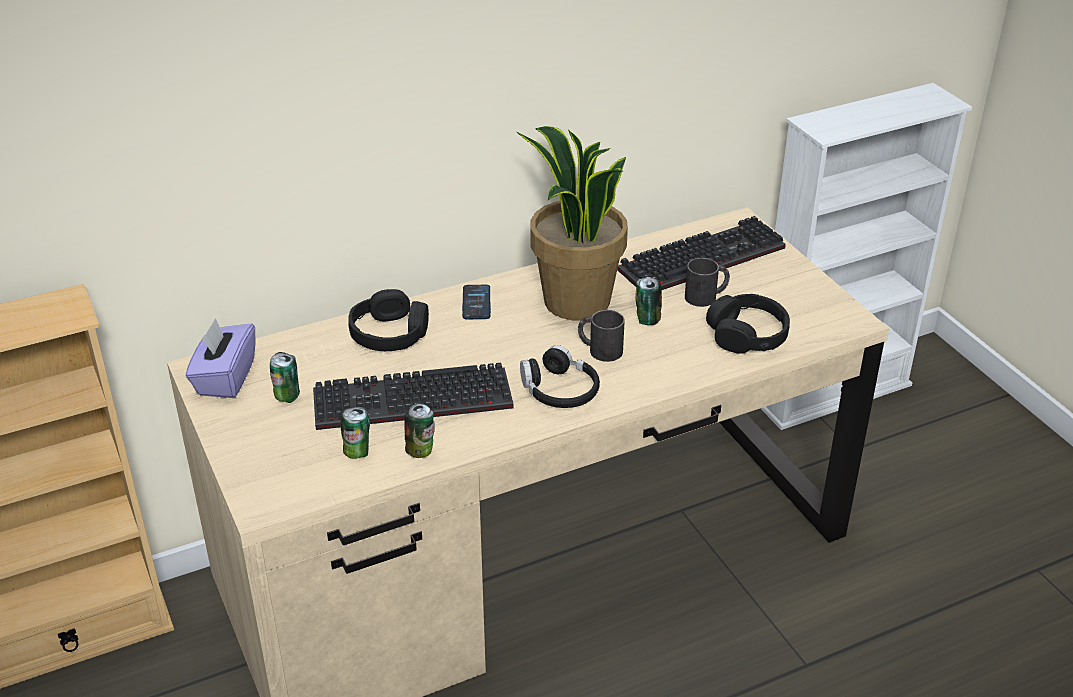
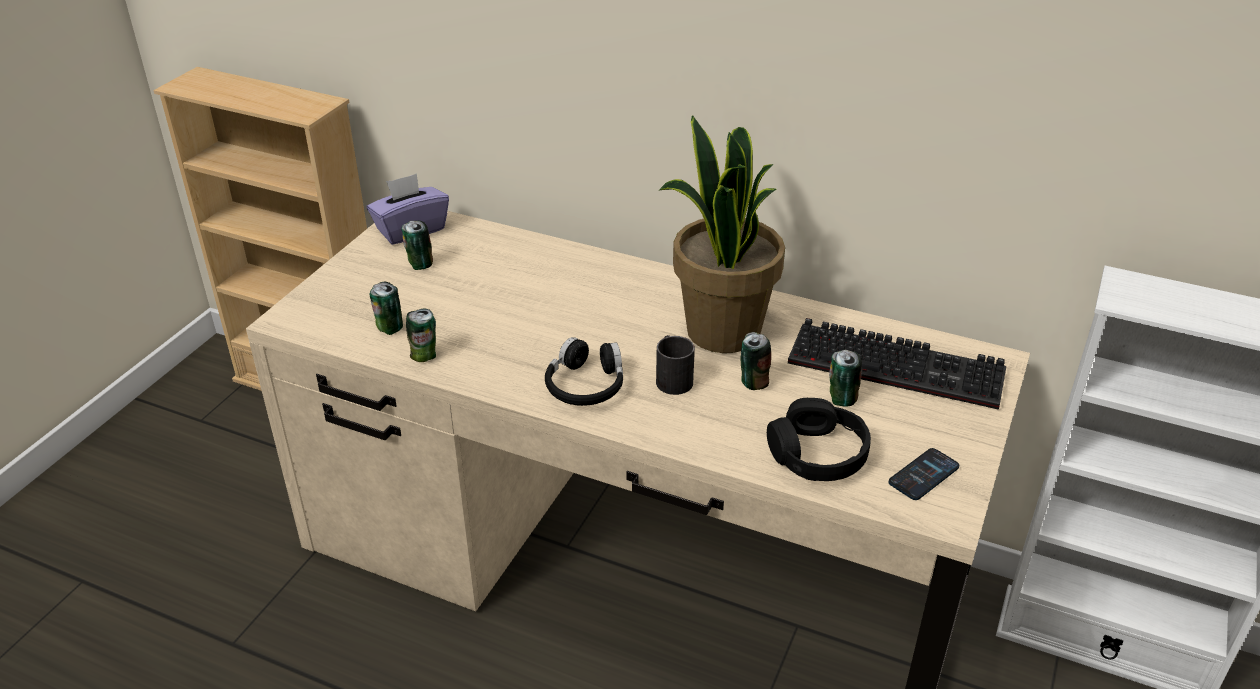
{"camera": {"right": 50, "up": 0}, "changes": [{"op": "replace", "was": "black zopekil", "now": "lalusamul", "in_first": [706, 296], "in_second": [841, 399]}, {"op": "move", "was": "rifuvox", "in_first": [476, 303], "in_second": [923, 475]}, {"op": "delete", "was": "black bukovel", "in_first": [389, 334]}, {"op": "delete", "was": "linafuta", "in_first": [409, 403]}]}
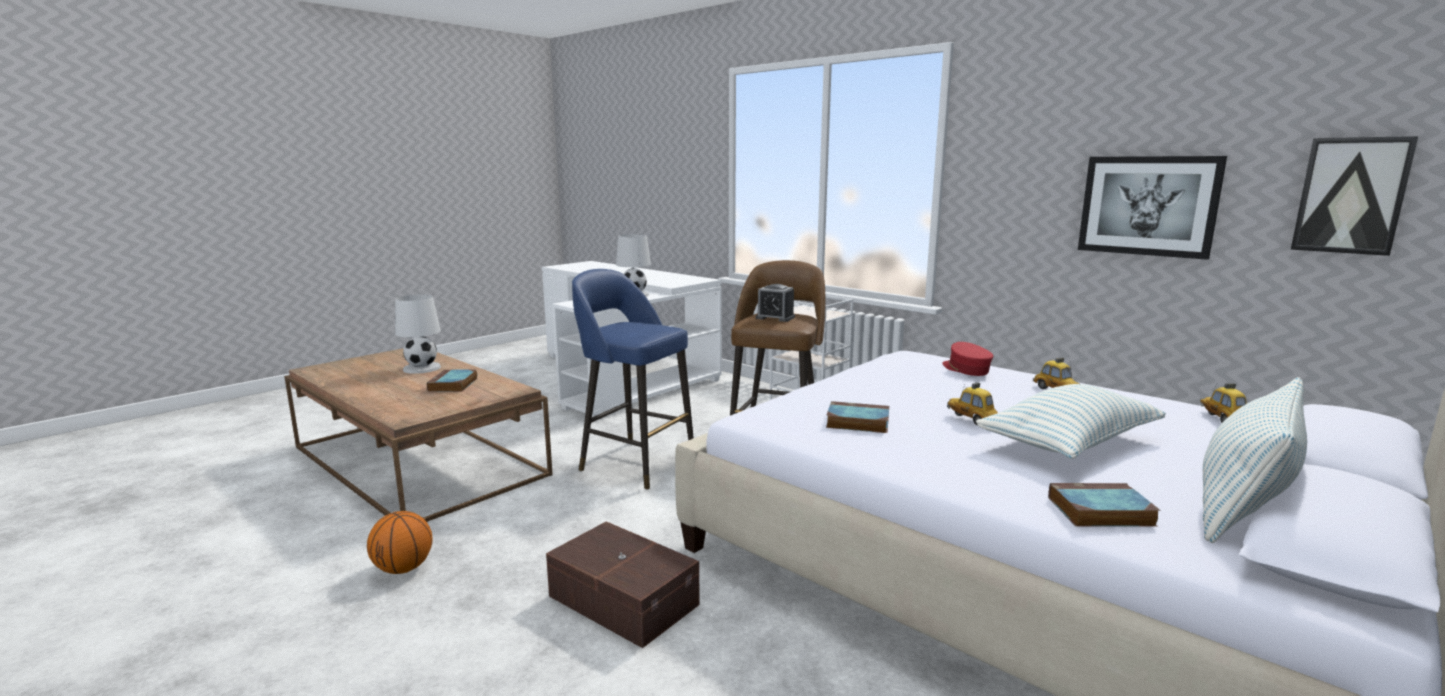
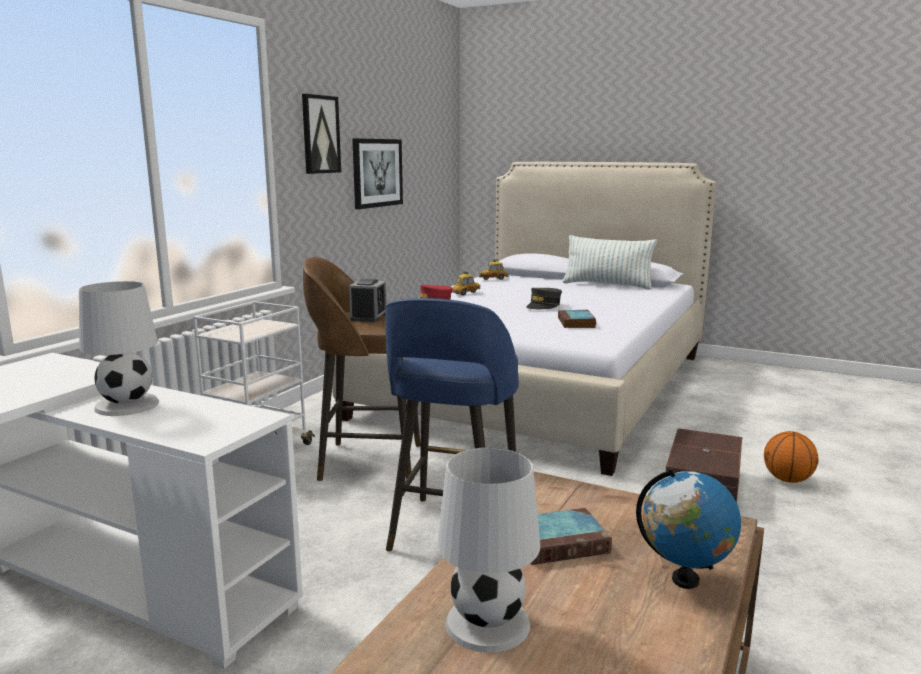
{"camera": {"right": -105, "up": 0}, "changes": [{"op": "move", "was": "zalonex", "in_first": [1351, 195], "in_second": [320, 134]}, {"op": "replace", "was": "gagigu", "now": "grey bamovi", "in_first": [972, 420], "in_second": [543, 305]}, {"op": "delete", "was": "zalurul", "in_first": [1068, 444]}, {"op": "delete", "was": "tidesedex", "in_first": [1099, 512]}, {"op": "move", "was": "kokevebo", "in_first": [403, 568], "in_second": [787, 480]}, {"op": "insert", "now": "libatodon", "in_second": [685, 580]}]}
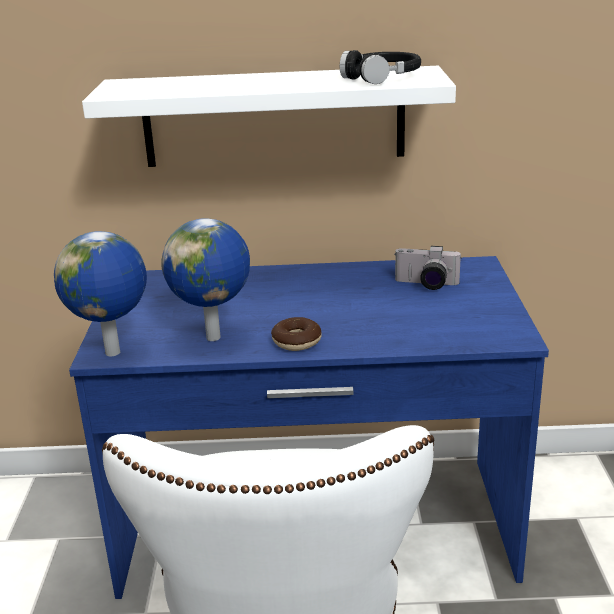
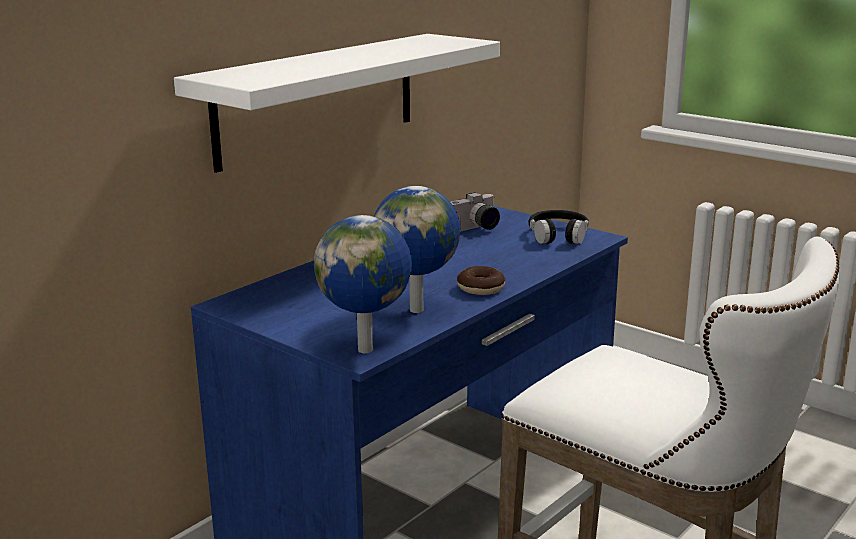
{"camera": {"right": -50, "up": -5}, "changes": [{"op": "move", "was": "black bukovel", "in_first": [382, 77], "in_second": [558, 235]}]}
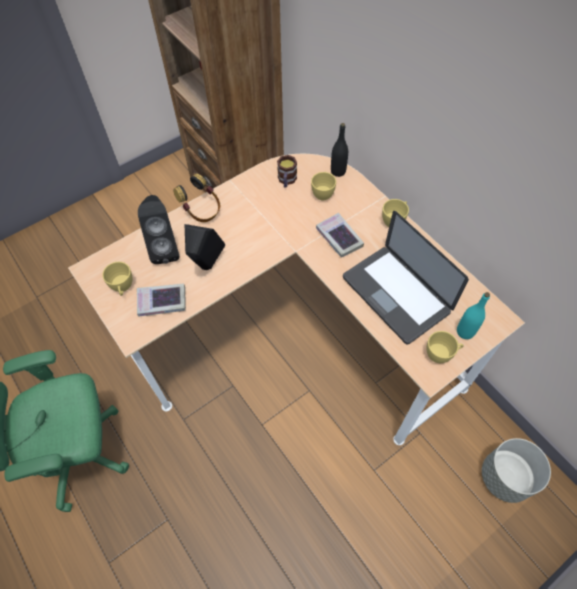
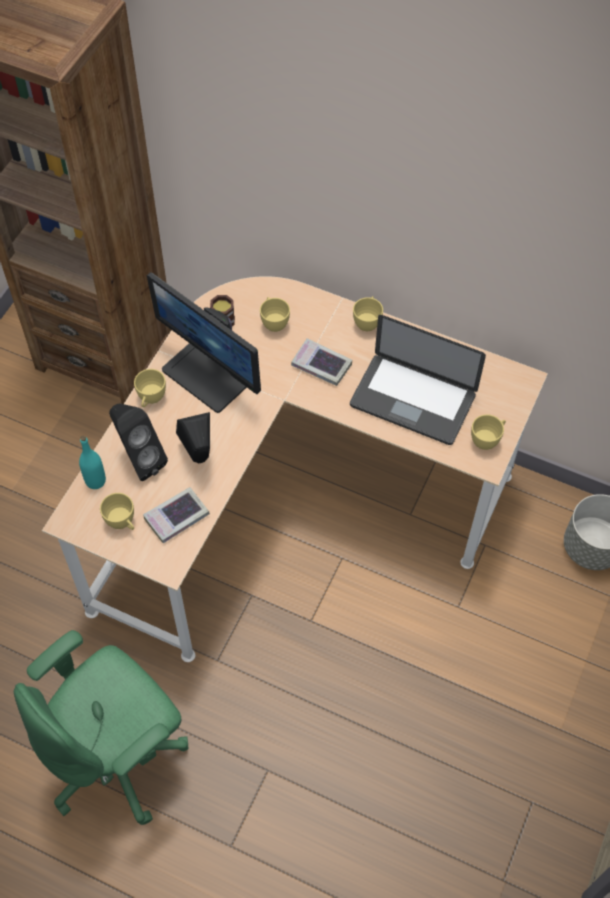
{"camera": {"right": -30, "up": 0}, "changes": [{"op": "delete", "was": "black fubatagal", "in_first": [338, 171]}, {"op": "replace", "was": "bukovel", "now": "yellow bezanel", "in_first": [201, 210], "in_second": [151, 399]}, {"op": "move", "was": "turquoise fubatagal", "in_first": [465, 332], "in_second": [95, 481]}, {"op": "insert", "now": "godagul", "in_second": [208, 375]}]}
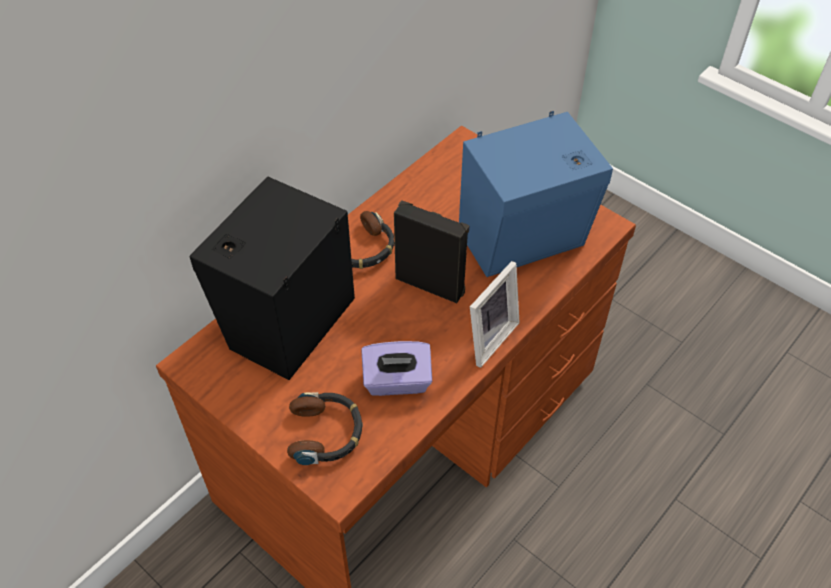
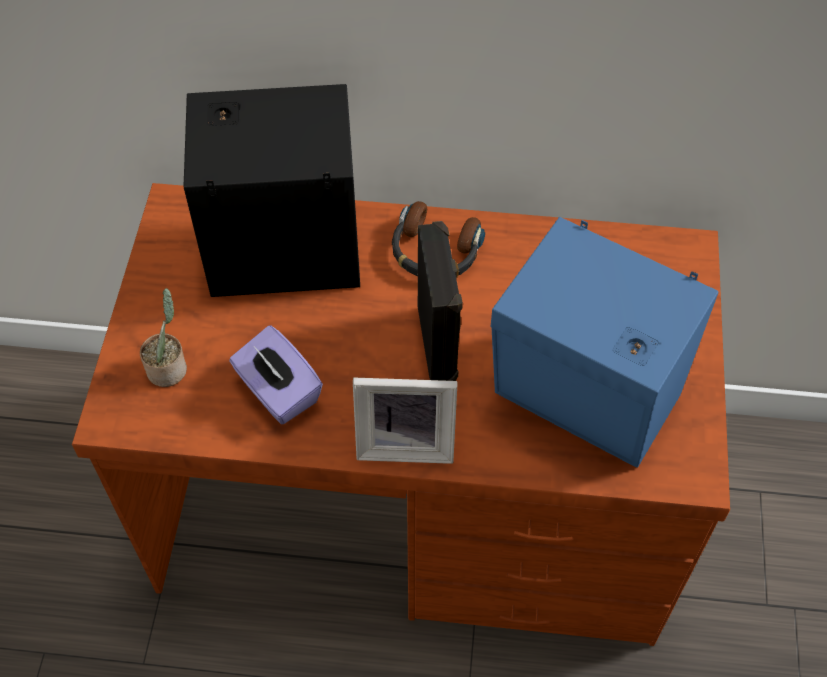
{"camera": {"right": 55, "up": 5}, "changes": [{"op": "replace", "was": "bukovel", "now": "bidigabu", "in_first": [326, 433], "in_second": [169, 368]}]}
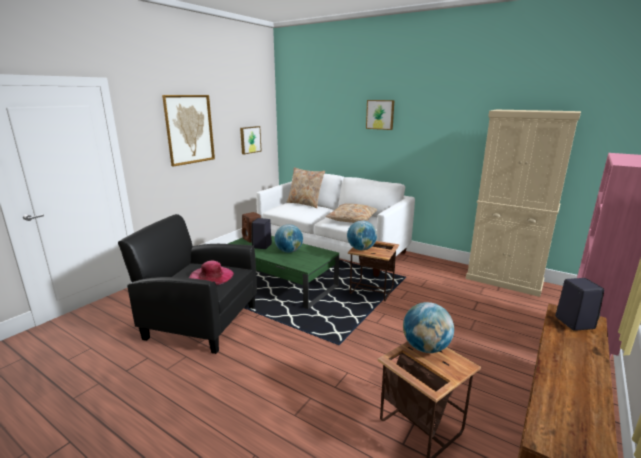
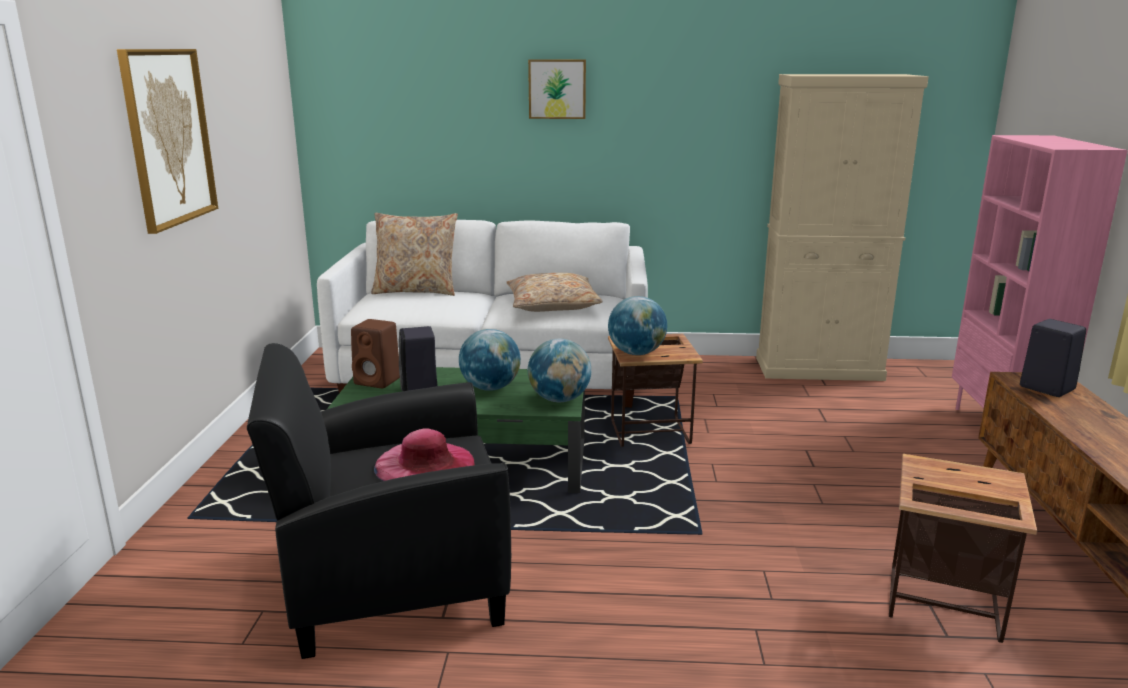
{"camera": {"right": -30, "up": 0}, "changes": [{"op": "delete", "was": "zalonex", "in_first": [250, 139]}, {"op": "move", "was": "libatodon", "in_first": [425, 348], "in_second": [559, 400]}]}
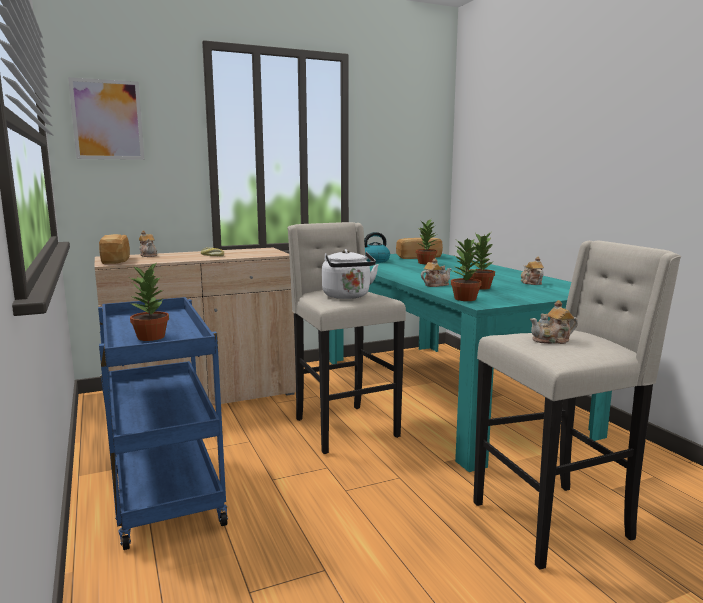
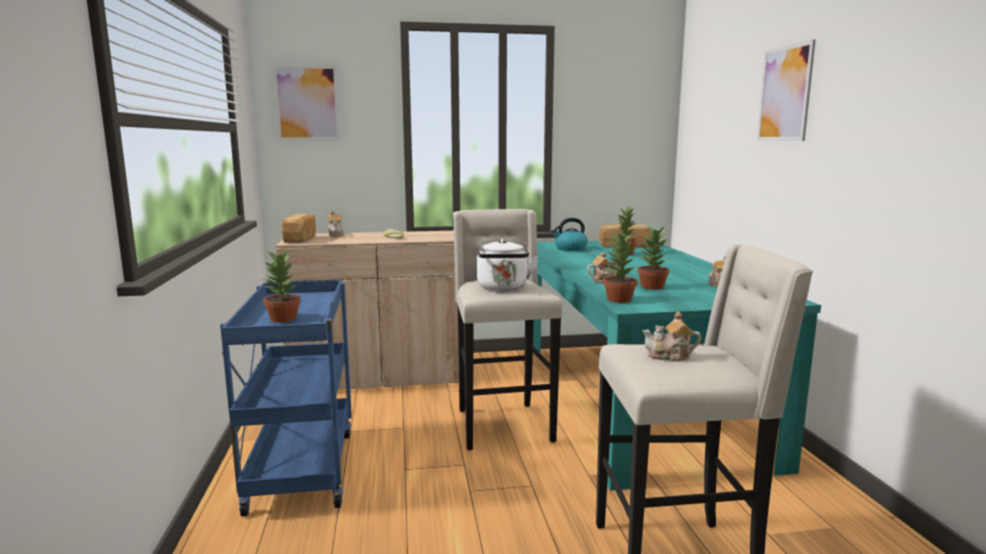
{"camera": {"right": 15, "up": 0}, "changes": [{"op": "insert", "now": "zalonex", "in_second": [785, 94]}]}
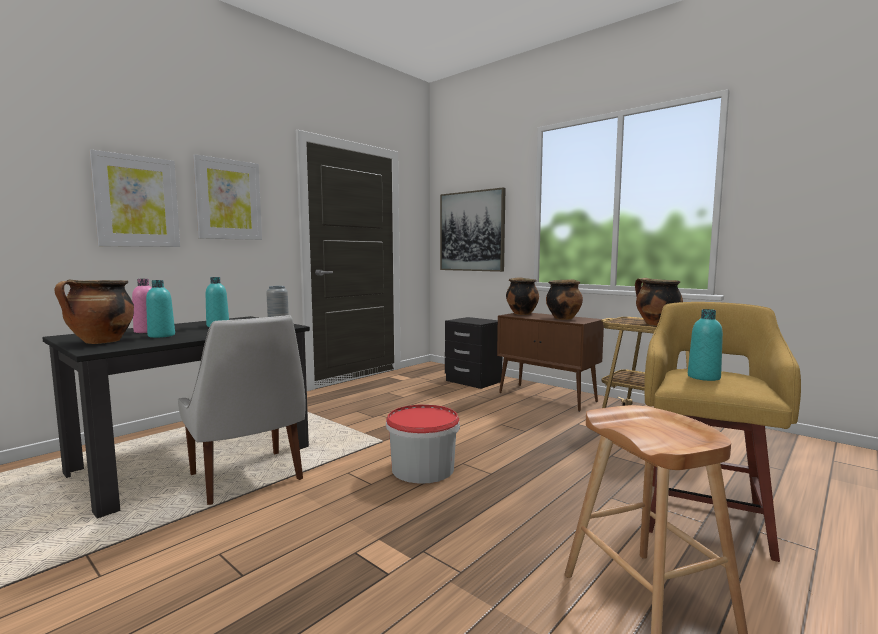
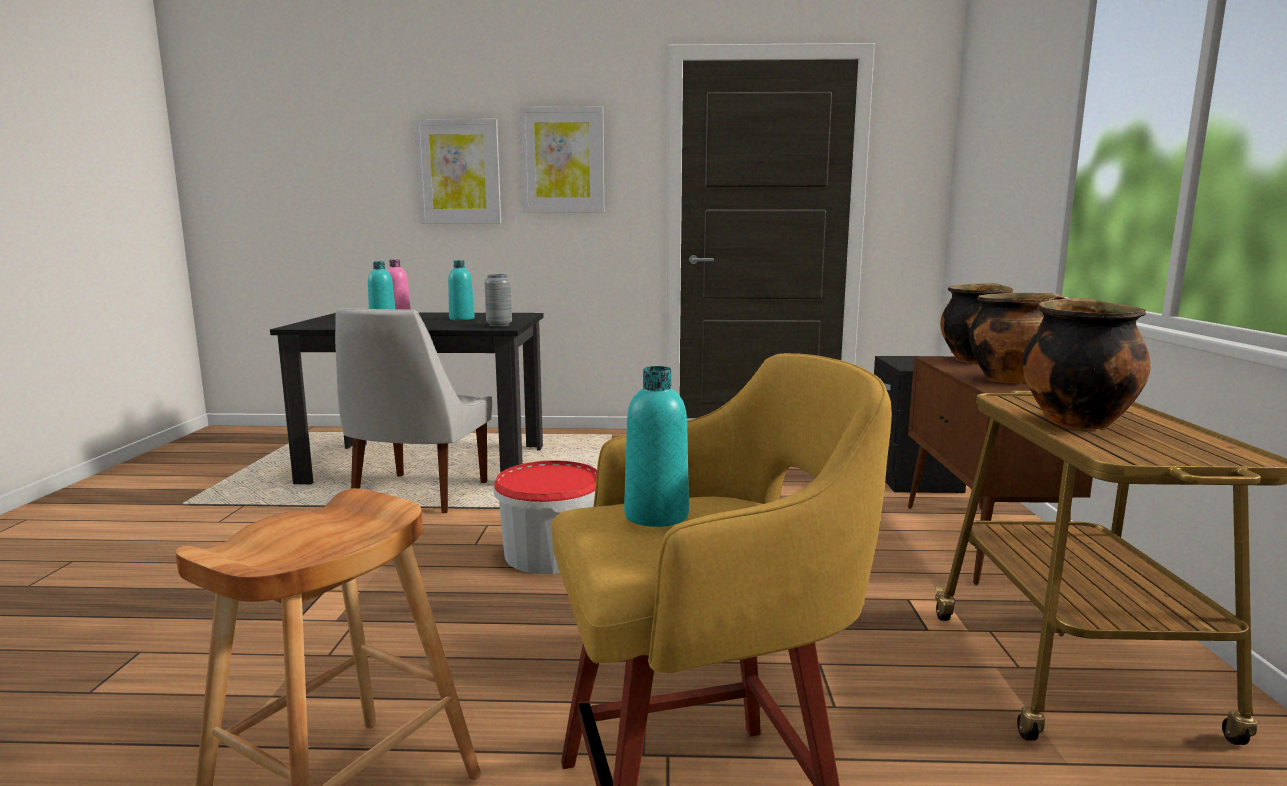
{"camera": {"right": 50, "up": 5}, "changes": [{"op": "delete", "was": "zalonex", "in_first": [472, 231]}, {"op": "delete", "was": "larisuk", "in_first": [101, 342]}]}
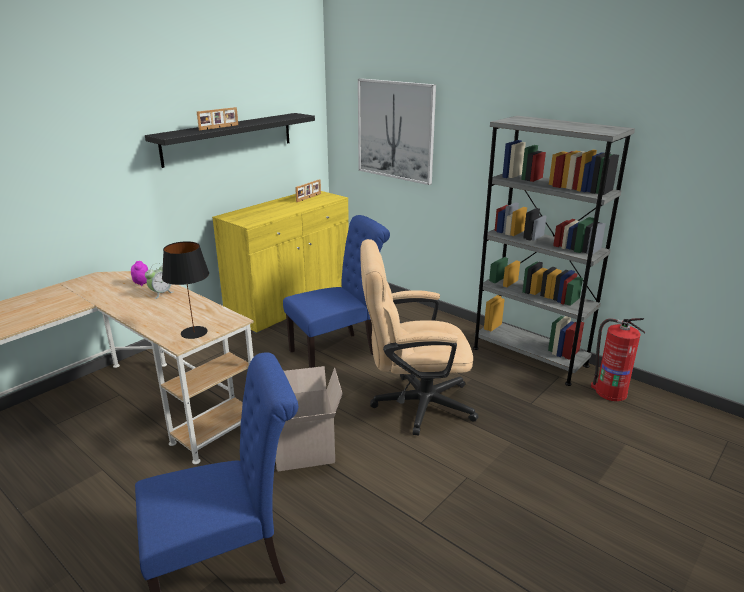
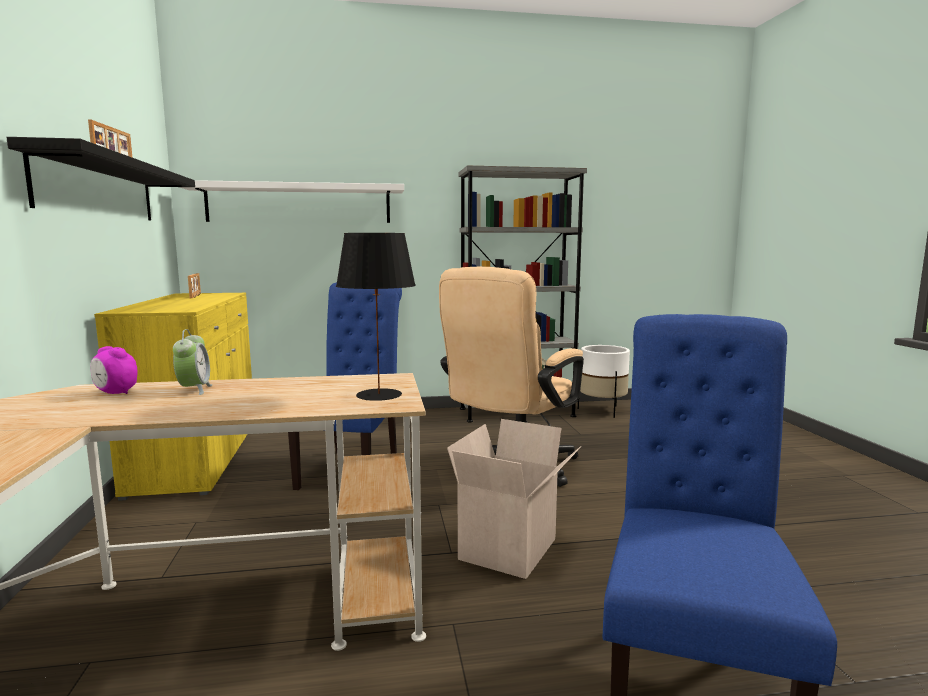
{"camera": {"right": -50, "up": -15}, "changes": [{"op": "replace", "was": "zalonex", "now": "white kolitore", "in_first": [395, 130], "in_second": [299, 204]}, {"op": "replace", "was": "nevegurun", "now": "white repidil", "in_first": [610, 392], "in_second": [602, 411]}]}
